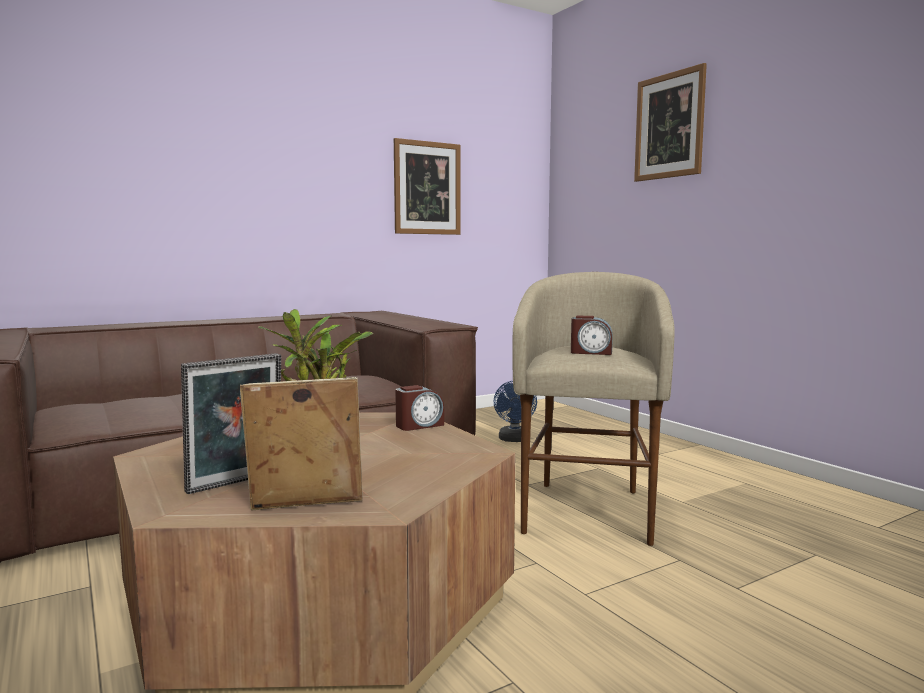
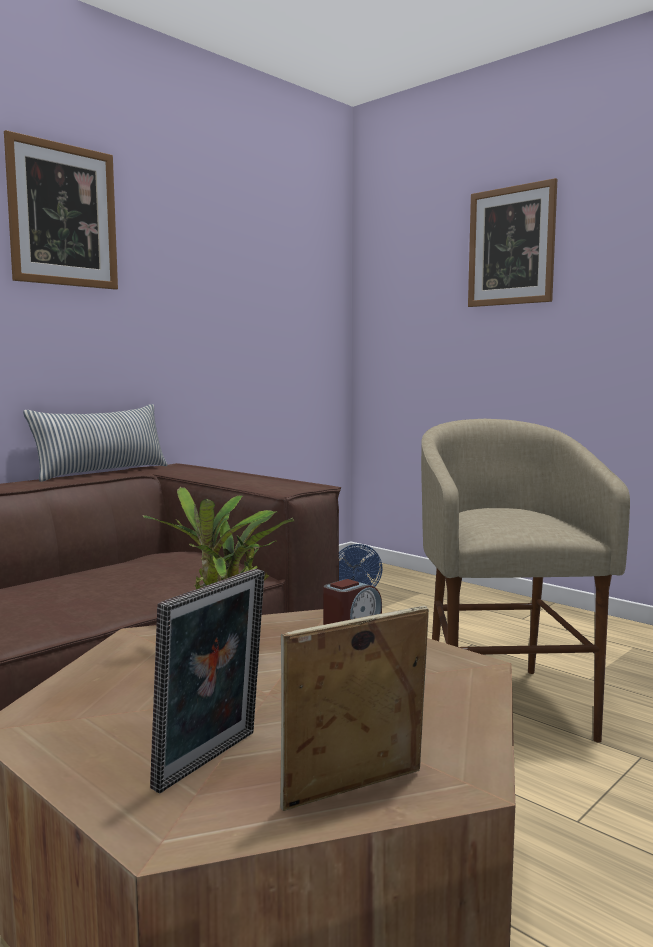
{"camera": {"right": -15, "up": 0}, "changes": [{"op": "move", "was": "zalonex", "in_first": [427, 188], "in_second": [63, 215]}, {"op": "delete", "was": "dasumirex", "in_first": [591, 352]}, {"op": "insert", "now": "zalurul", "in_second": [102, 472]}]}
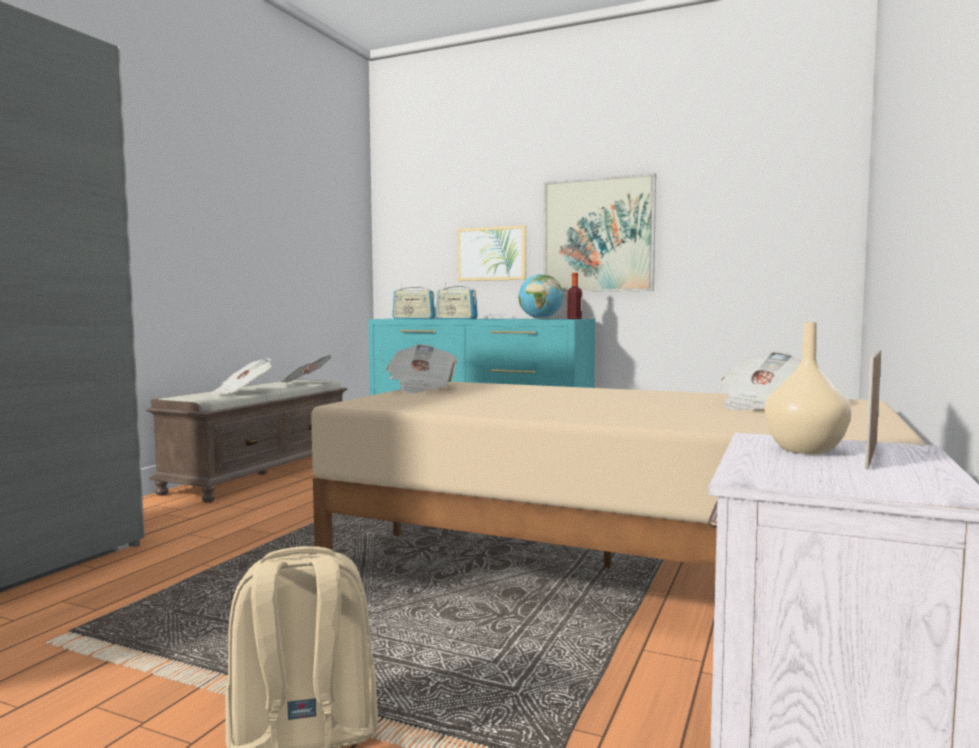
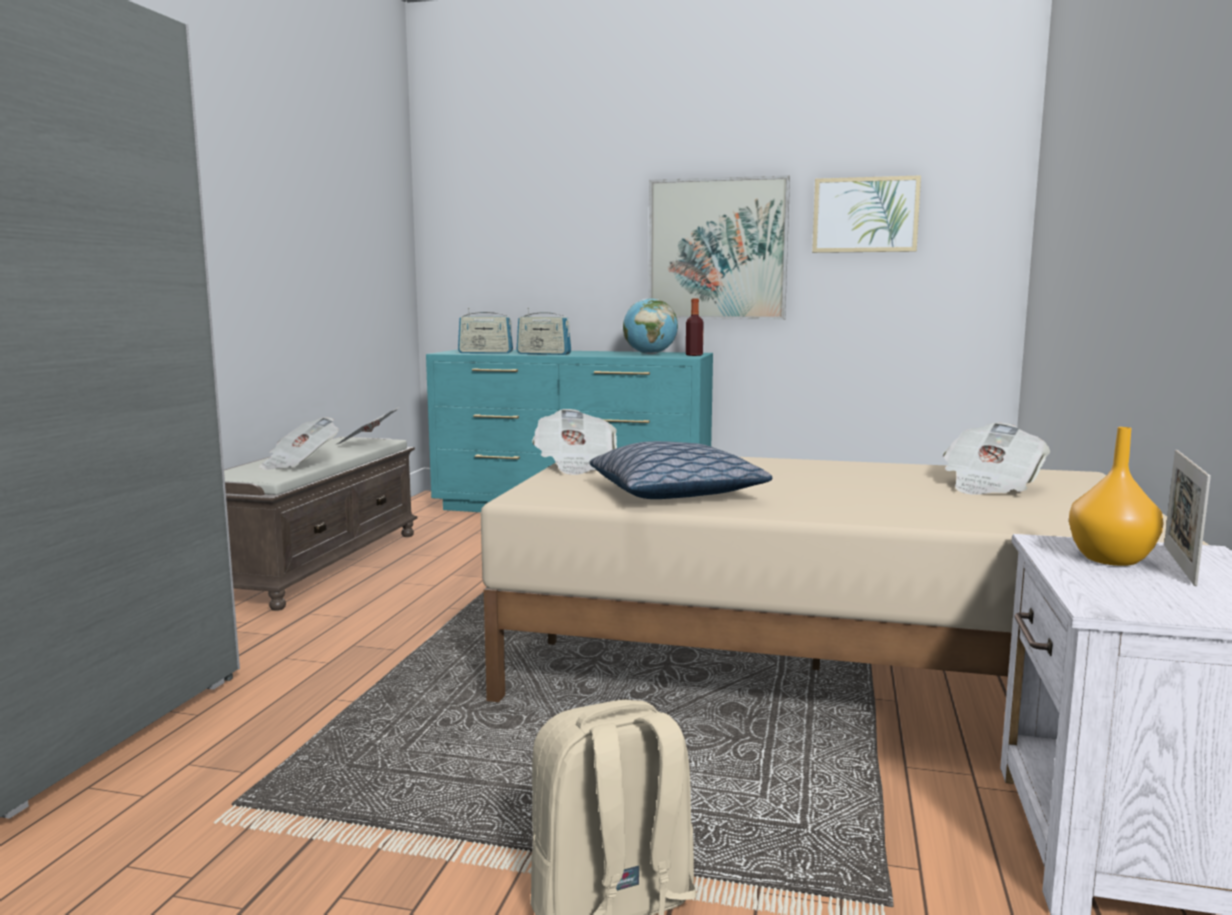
{"camera": {"right": -10, "up": 5}, "changes": [{"op": "move", "was": "zalonex", "in_first": [492, 254], "in_second": [865, 215]}, {"op": "recolor", "was": "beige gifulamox", "now": "orange gifulamox", "in_first": [806, 449], "in_second": [1111, 559]}, {"op": "insert", "now": "zalurul", "in_second": [675, 493]}]}
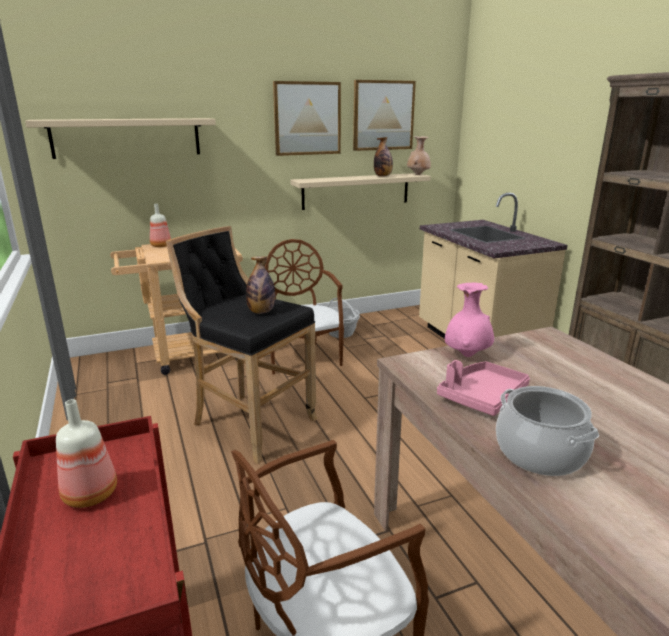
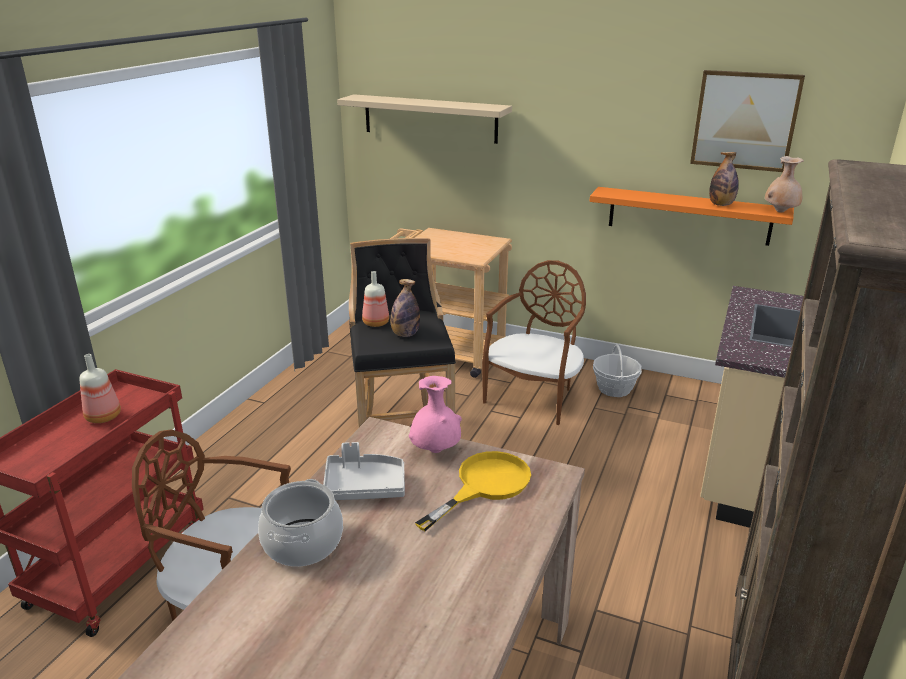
{"camera": {"right": 45, "up": 5}, "changes": [{"op": "delete", "was": "zalonex", "in_first": [307, 118]}, {"op": "recolor", "was": "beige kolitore", "now": "orange kolitore", "in_first": [356, 191], "in_second": [688, 216]}, {"op": "move", "was": "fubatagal", "in_first": [161, 246], "in_second": [375, 323]}, {"op": "recolor", "was": "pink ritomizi", "now": "grey ritomizi", "in_first": [482, 396], "in_second": [364, 486]}, {"op": "insert", "now": "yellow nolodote", "in_second": [484, 485]}]}
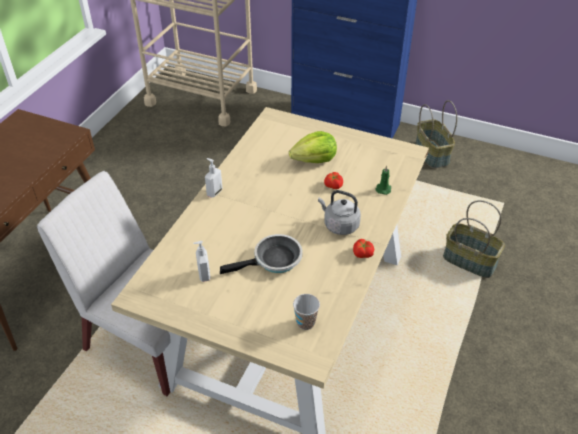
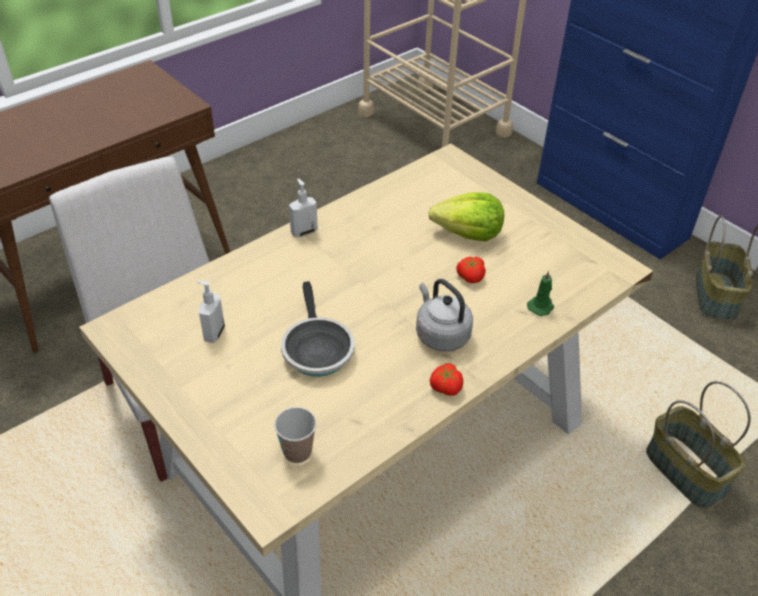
{"camera": {"right": 25, "up": 0}, "changes": [{"op": "rotate", "was": "nolodote", "in_first": [274, 260], "in_second": [316, 349], "clockwise": 75}]}
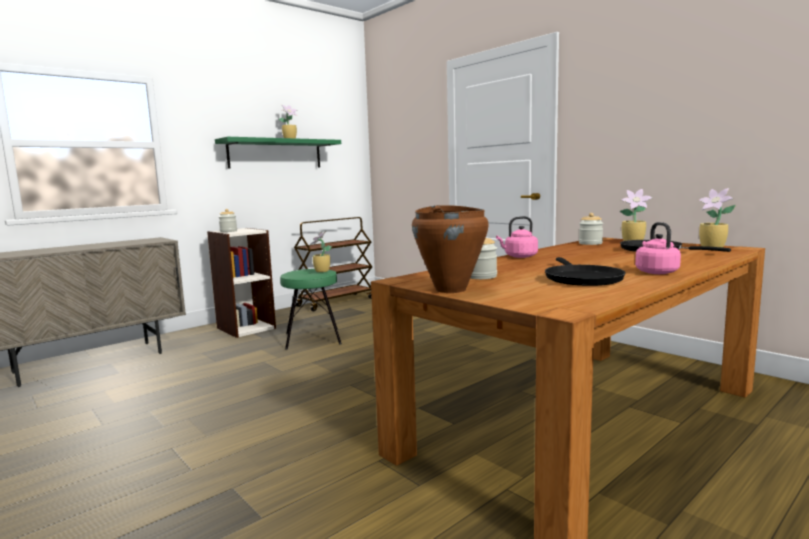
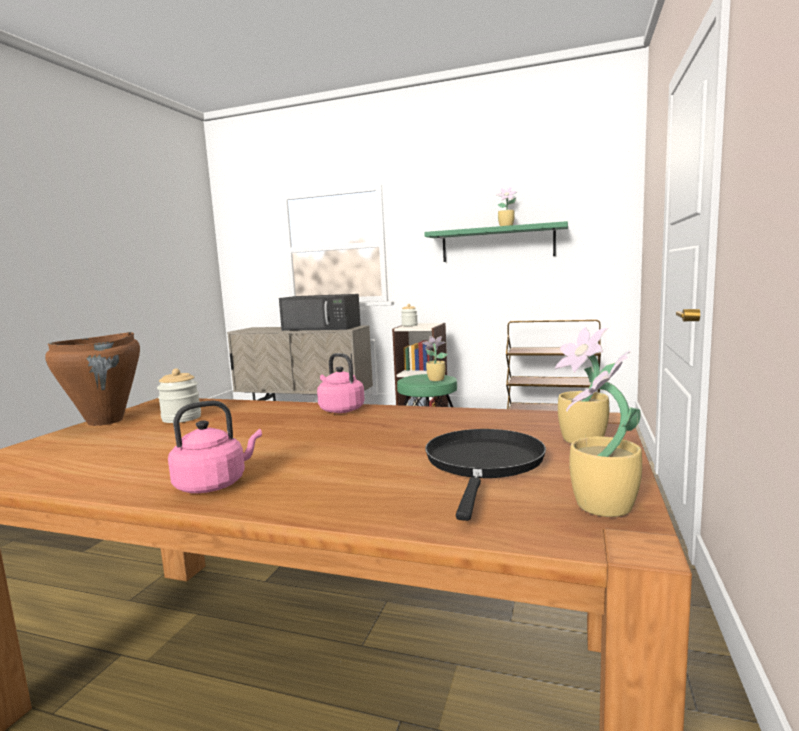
{"camera": {"right": 60, "up": 0}, "changes": [{"op": "delete", "was": "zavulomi", "in_first": [590, 243]}, {"op": "delete", "was": "black nolodote", "in_first": [581, 279]}, {"op": "insert", "now": "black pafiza", "in_second": [322, 328]}]}
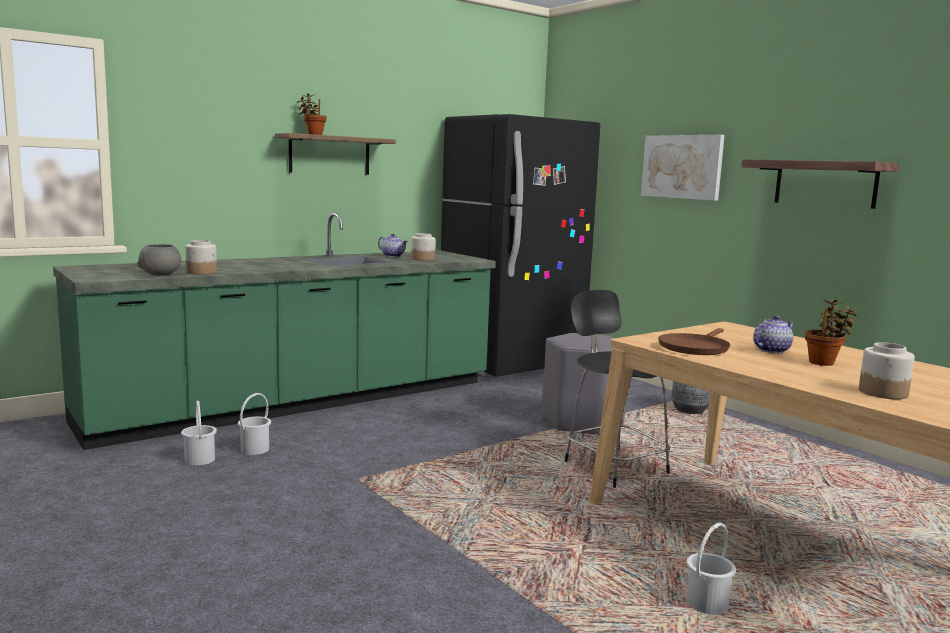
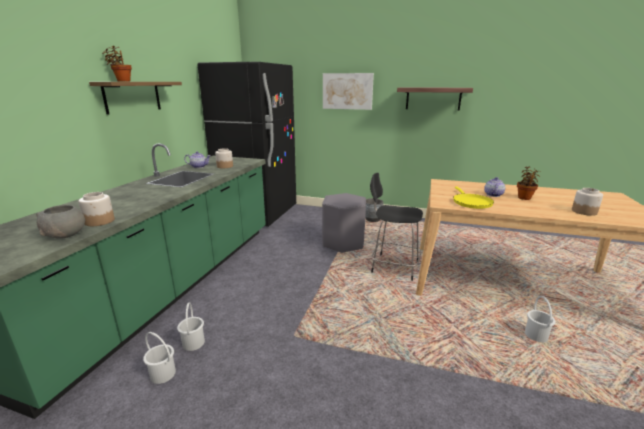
{"camera": {"right": -35, "up": 10}, "changes": [{"op": "recolor", "was": "brown nolodote", "now": "yellow nolodote", "in_first": [694, 348], "in_second": [470, 202]}]}
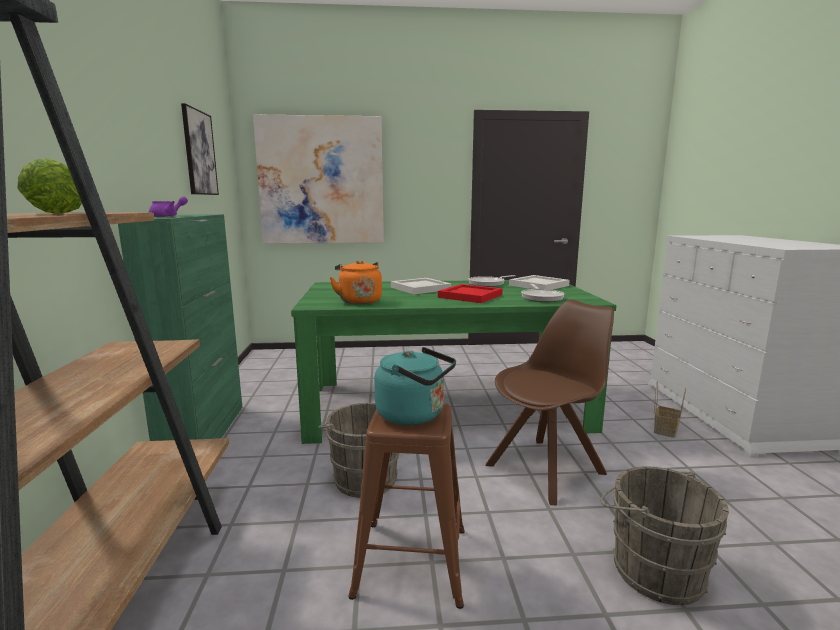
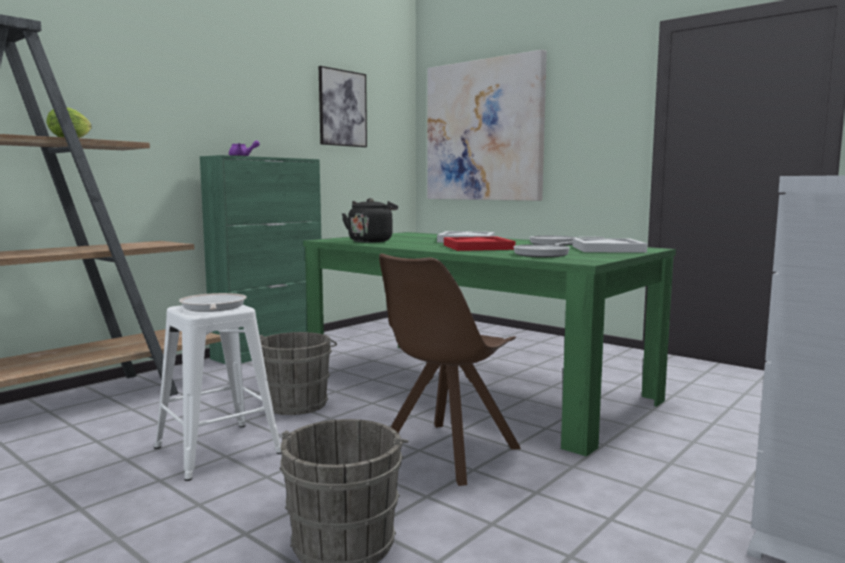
{"camera": {"right": 45, "up": -5}, "changes": [{"op": "recolor", "was": "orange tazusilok", "now": "black tazusilok", "in_first": [359, 301], "in_second": [371, 241]}, {"op": "rotate", "was": "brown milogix", "in_first": [547, 468], "in_second": [445, 453], "clockwise": 120}, {"op": "replace", "was": "turquoise tazusilok", "now": "nolodote", "in_first": [414, 415], "in_second": [213, 307]}, {"op": "delete", "was": "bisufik", "in_first": [665, 430]}, {"op": "recolor", "was": "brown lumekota", "now": "white lumekota", "in_first": [410, 559], "in_second": [218, 449]}]}
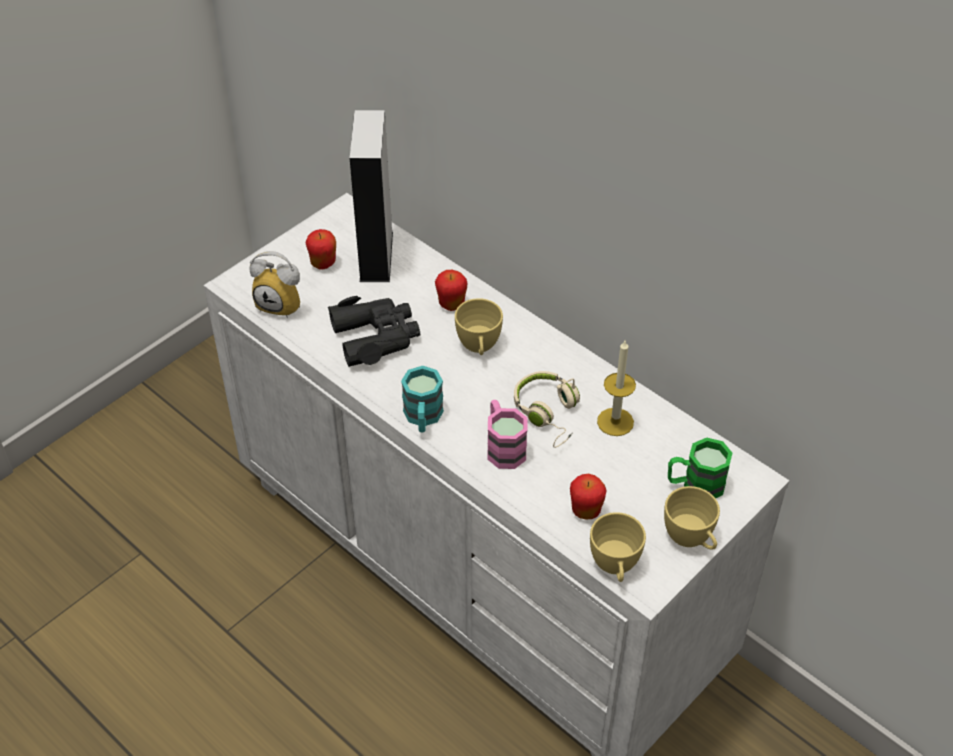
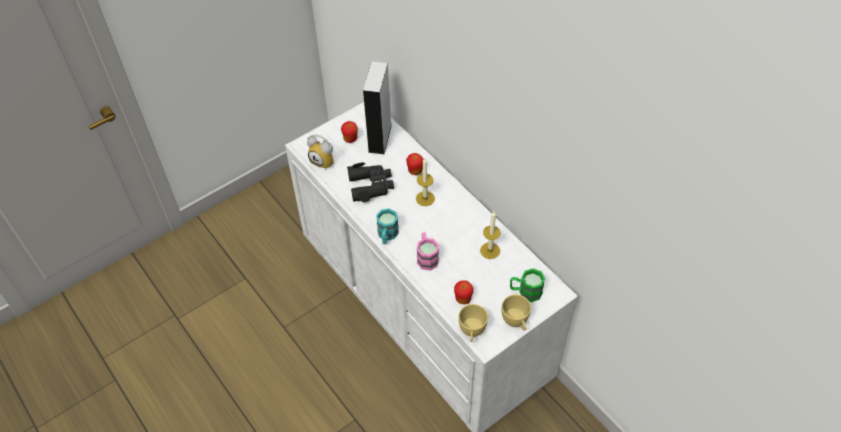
{"camera": {"right": 10, "up": 5}, "changes": [{"op": "replace", "was": "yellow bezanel", "now": "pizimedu", "in_first": [479, 347], "in_second": [425, 198]}, {"op": "delete", "was": "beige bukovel", "in_first": [549, 413]}]}
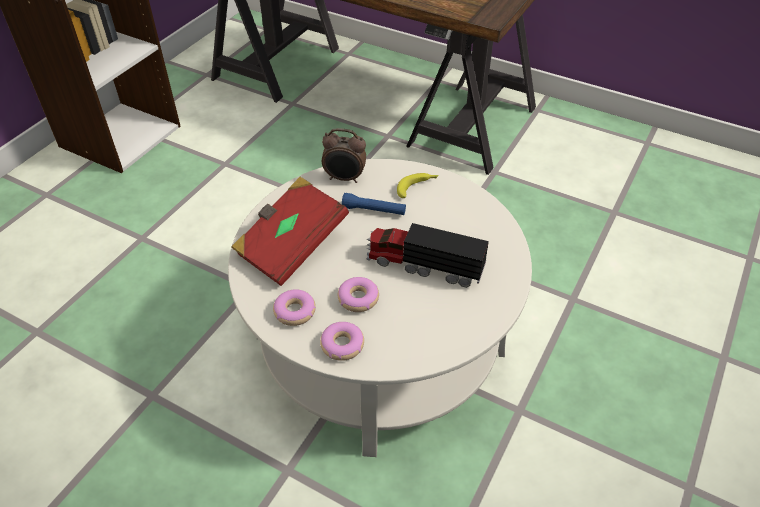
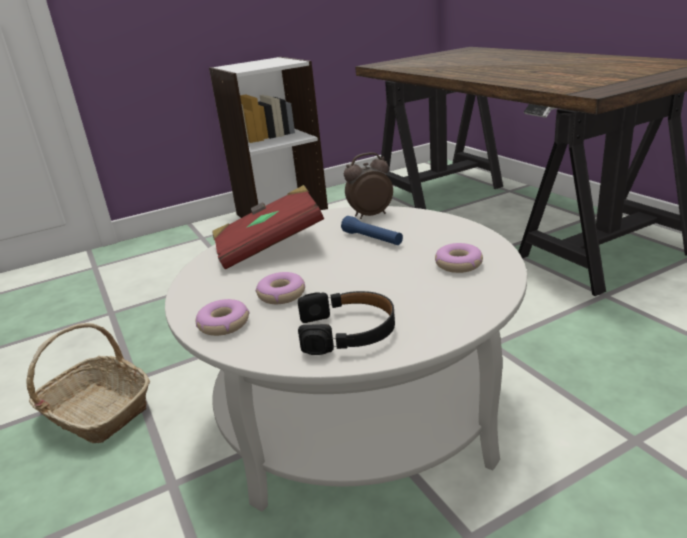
{"camera": {"right": 35, "up": -20}, "changes": [{"op": "rotate", "was": "dasumirex", "in_first": [344, 178], "in_second": [370, 215], "clockwise": 120}, {"op": "delete", "was": "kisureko", "in_first": [417, 187]}, {"op": "delete", "was": "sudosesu", "in_first": [423, 264]}, {"op": "move", "was": "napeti", "in_first": [295, 312], "in_second": [458, 264]}, {"op": "insert", "now": "black bukovel", "in_second": [348, 331]}, {"op": "insert", "now": "bisufik", "in_second": [96, 412]}]}
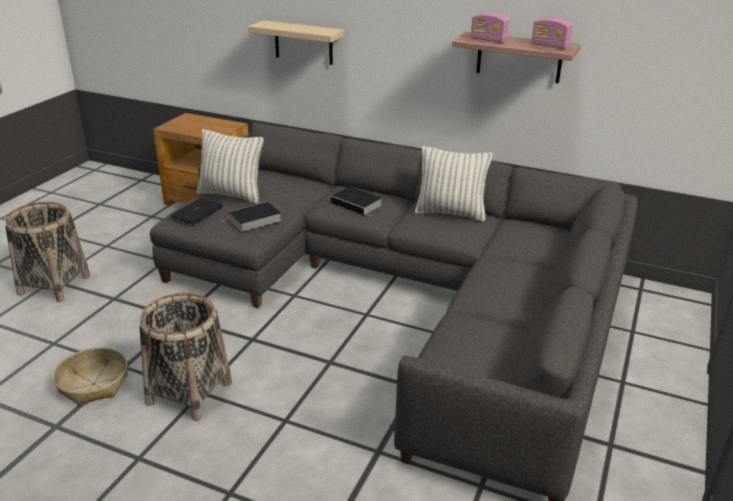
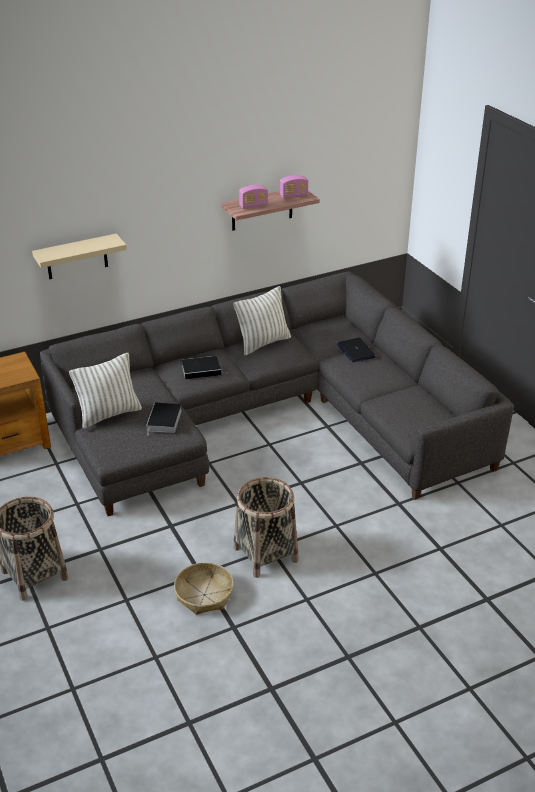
{"camera": {"right": -50, "up": 5}, "changes": [{"op": "move", "was": "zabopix", "in_first": [197, 212], "in_second": [355, 351]}]}
